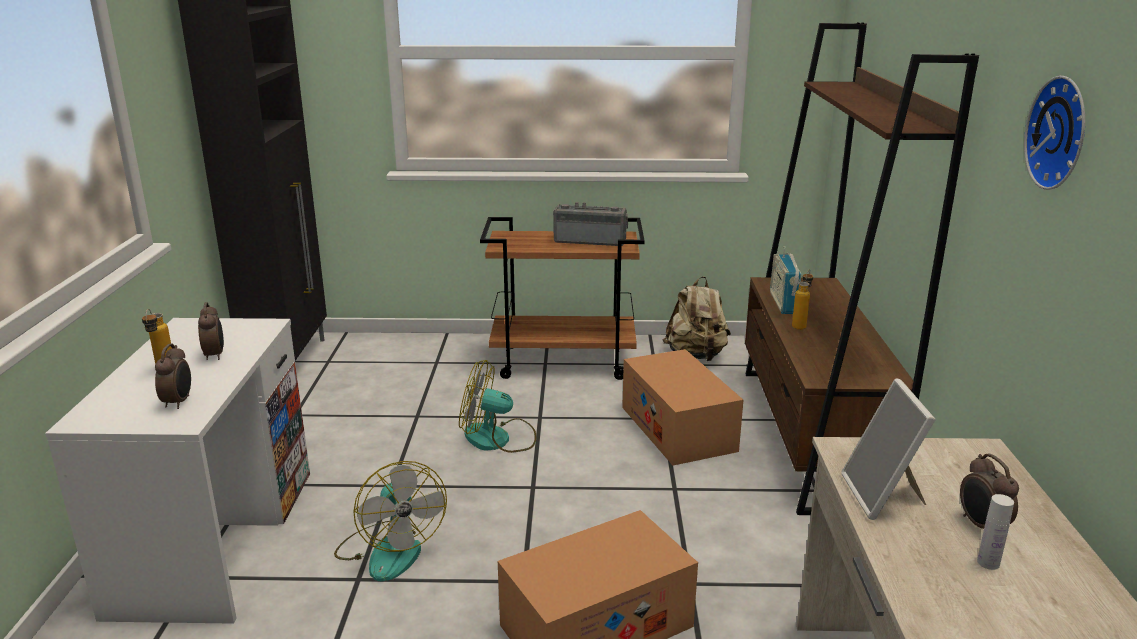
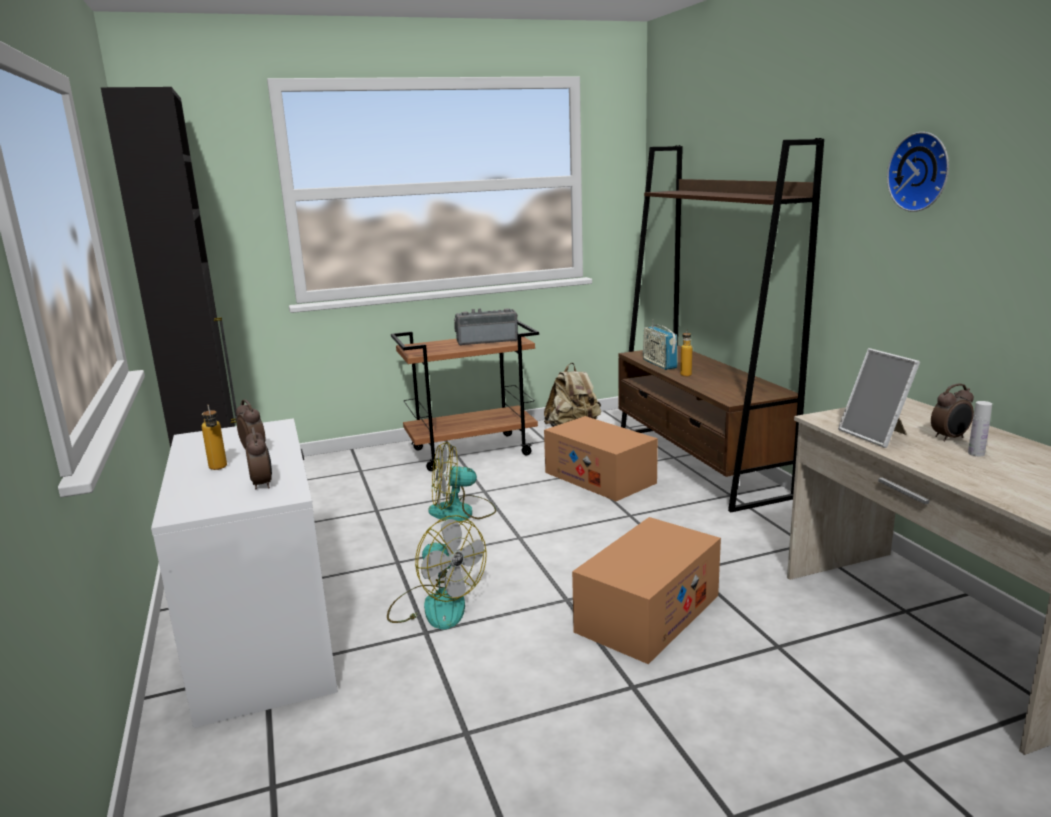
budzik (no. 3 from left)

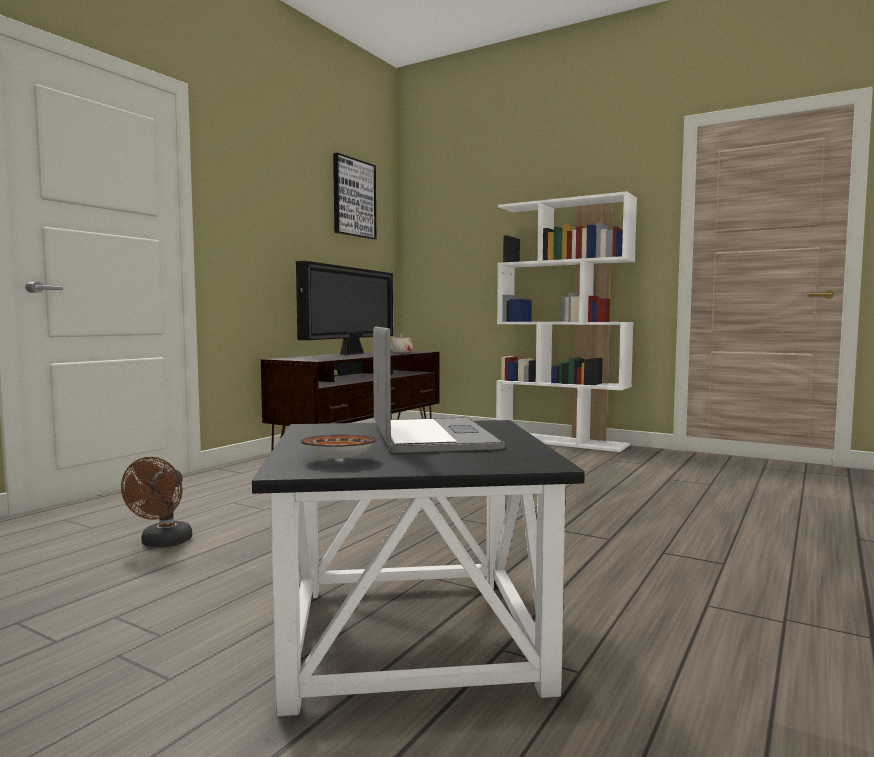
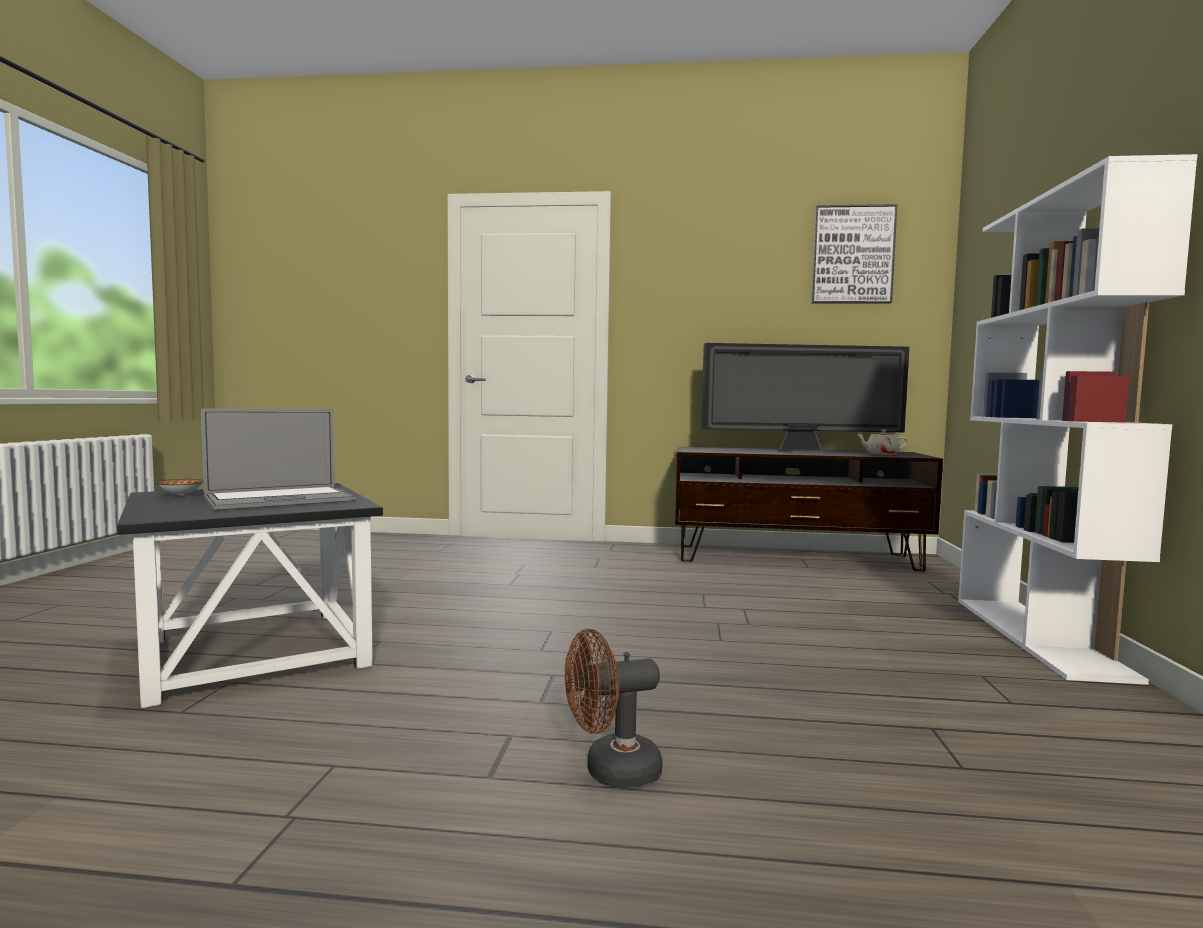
wentylator/brązowy

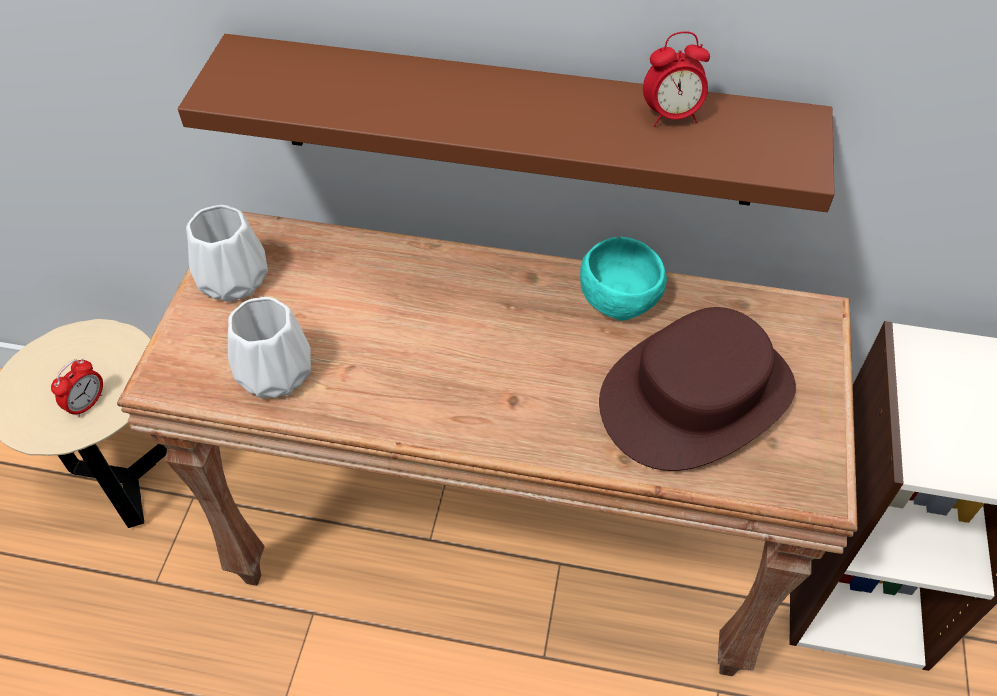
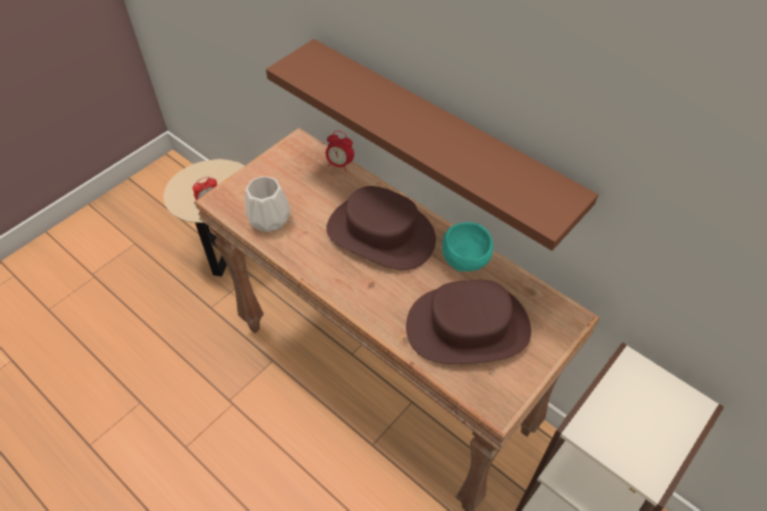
wazon/biały (no. 1 from left in the first image)
budzik (no. 2 from left)
kapelusz/brązowy (no. 1 from left)

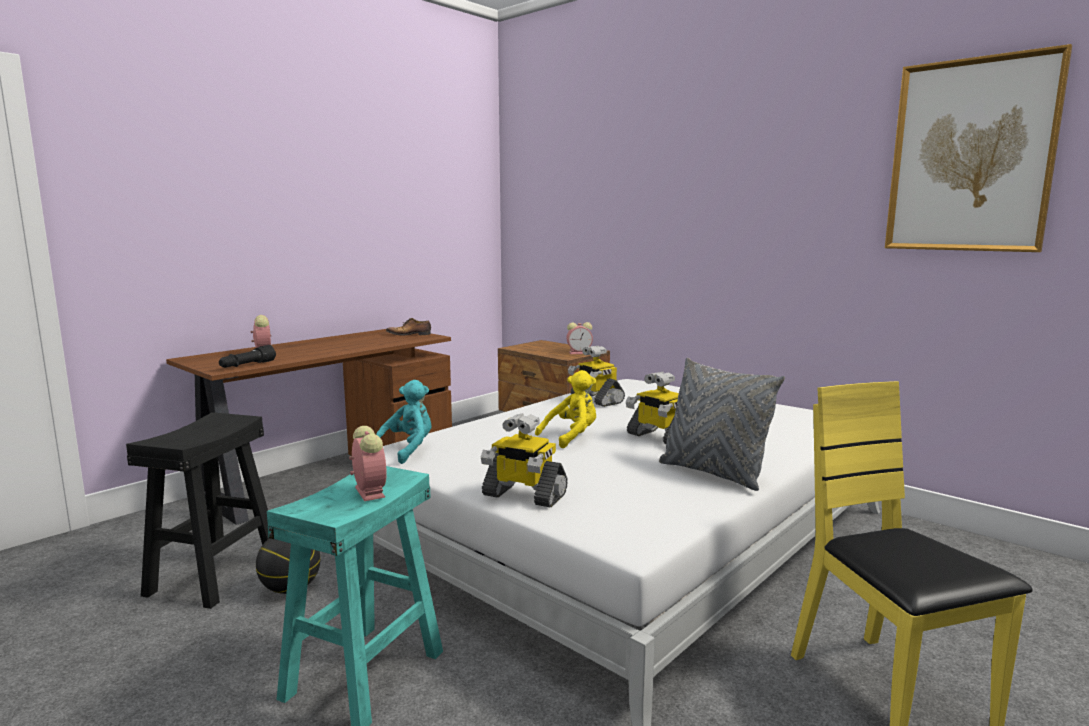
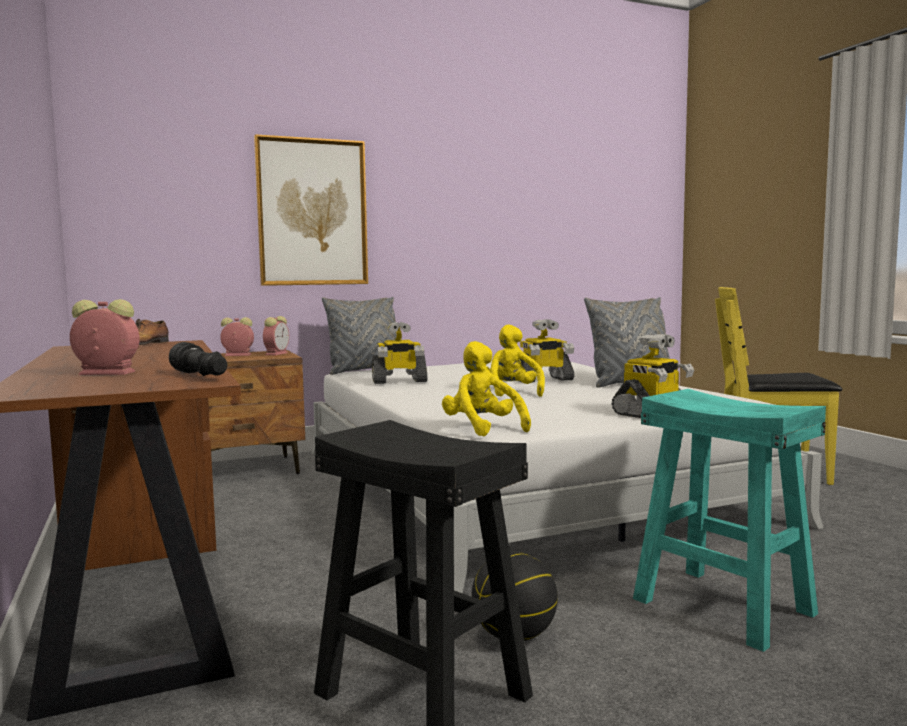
budzik (no. 2 from left)
pluszak/żółty (no. 1 from left)
obraz
poduszka/szary (no. 1 from left)

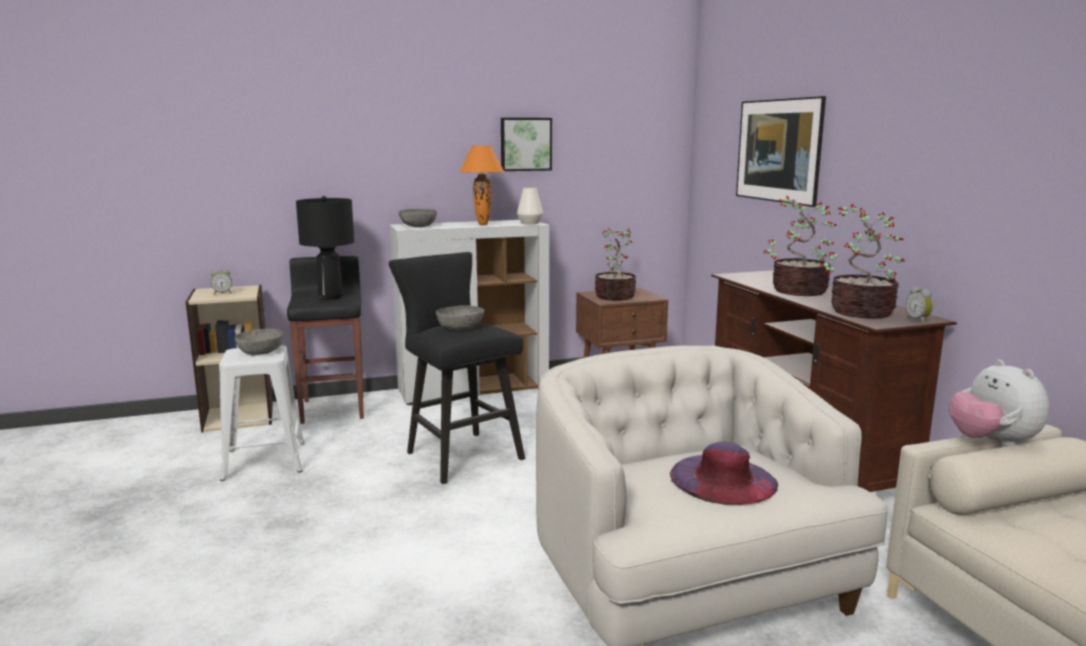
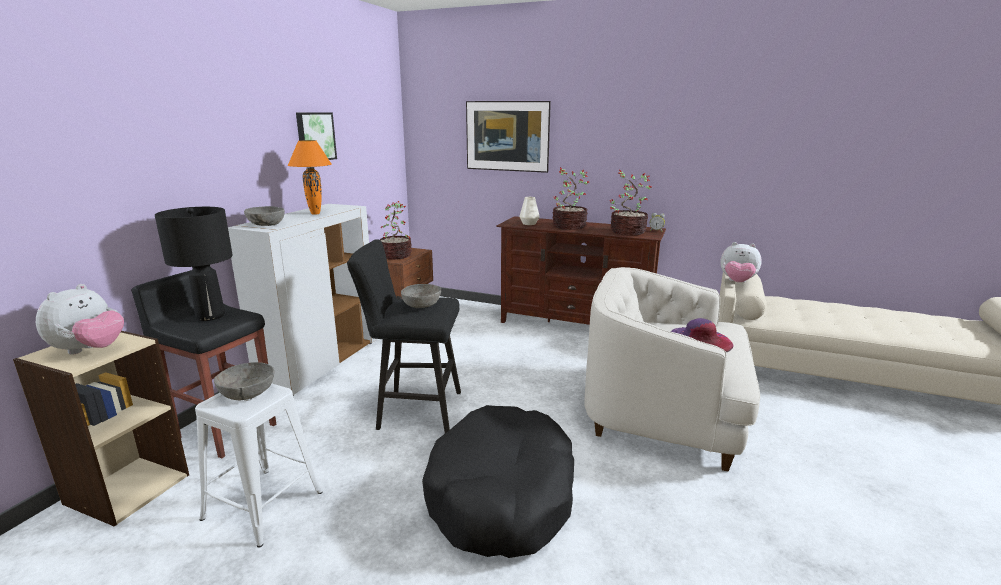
pluszak (no. 1 from left)
wazon/biały
legowisko/czarny

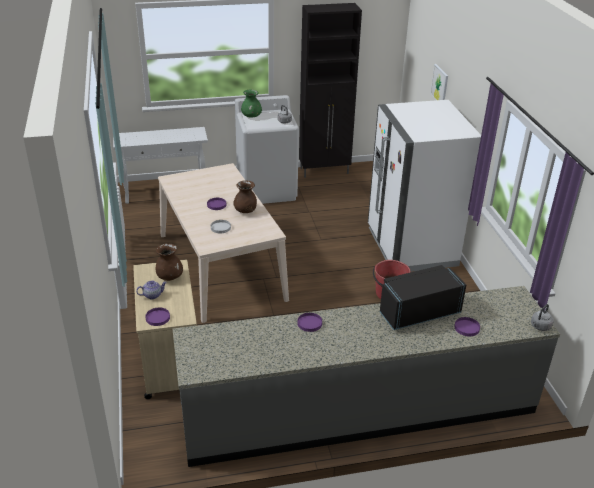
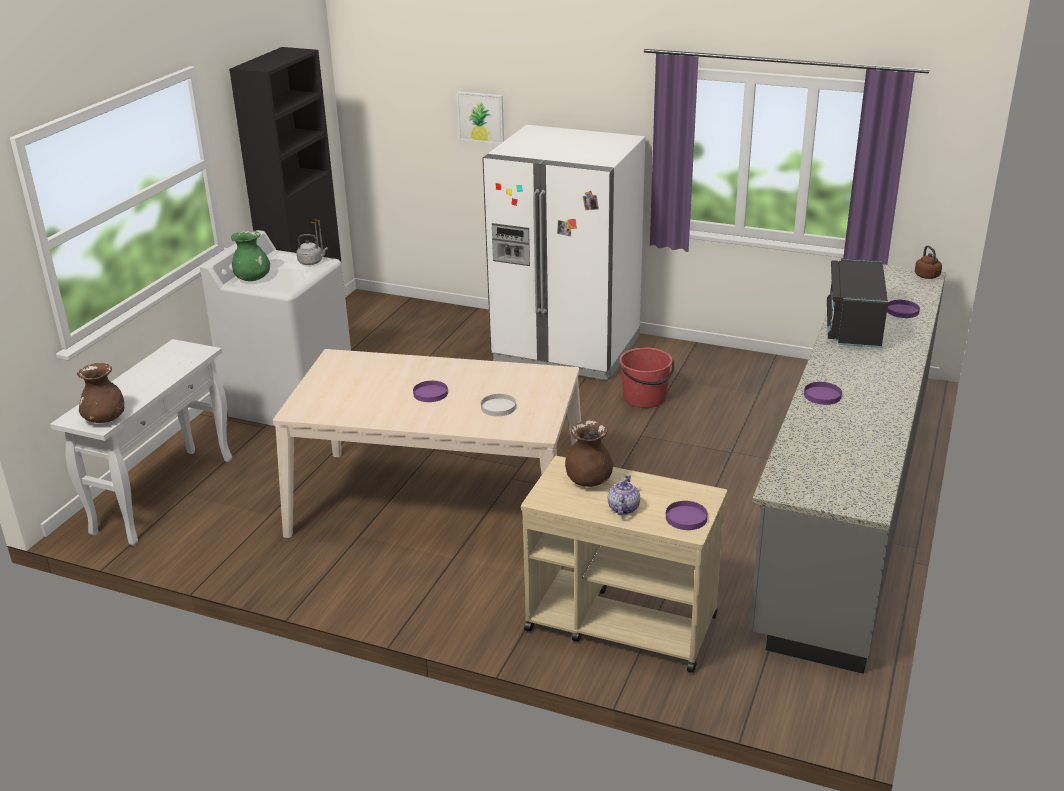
wazon/brązowy (no. 1 from left)
czajnik/brązowy

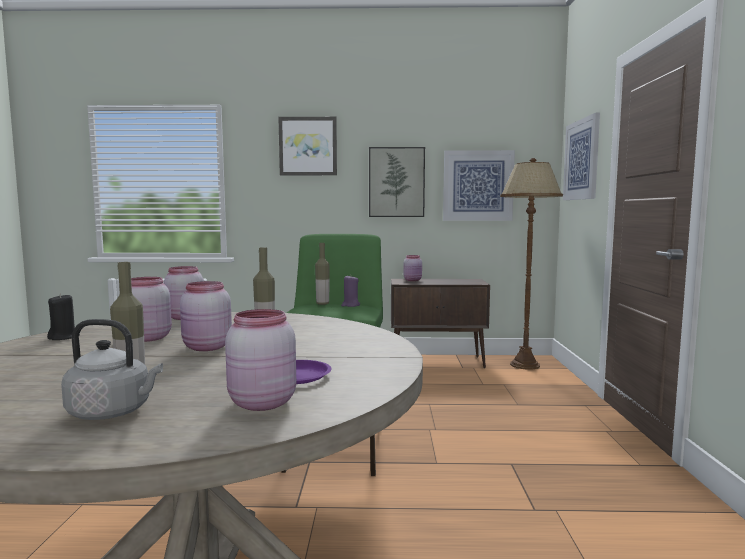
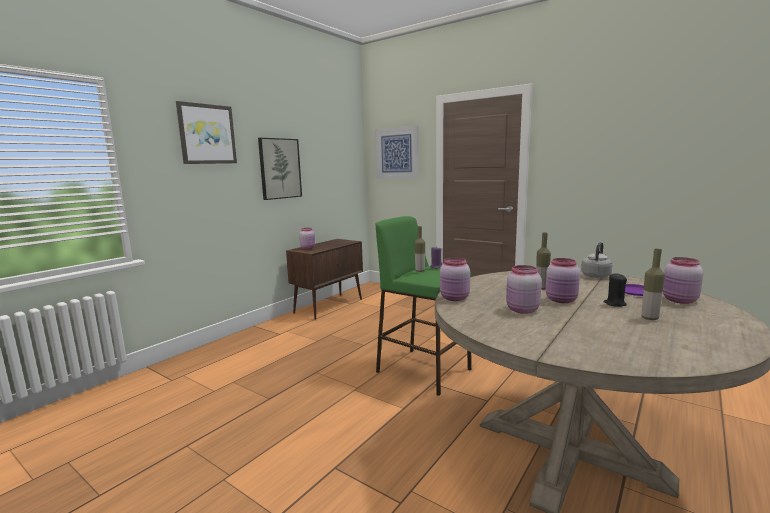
świeca/czarny
czajnik/szary
obraz (no. 3 from left in the first image)
lampa stojąca/brązowy

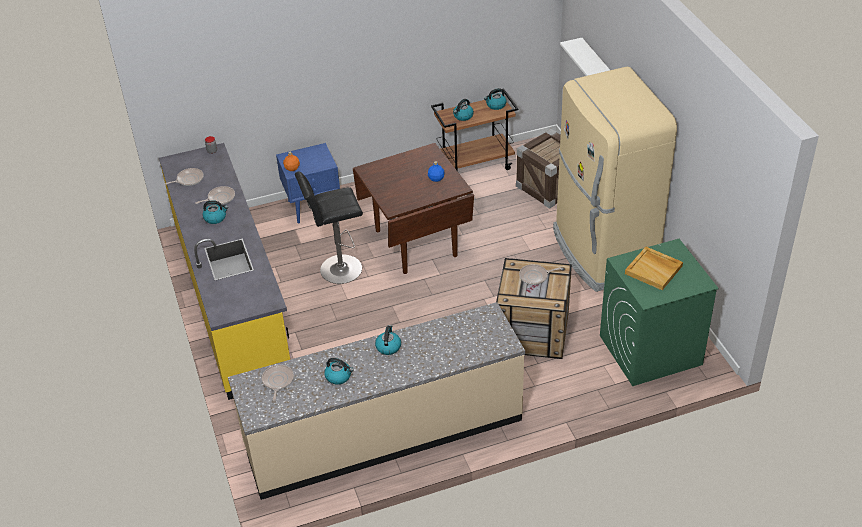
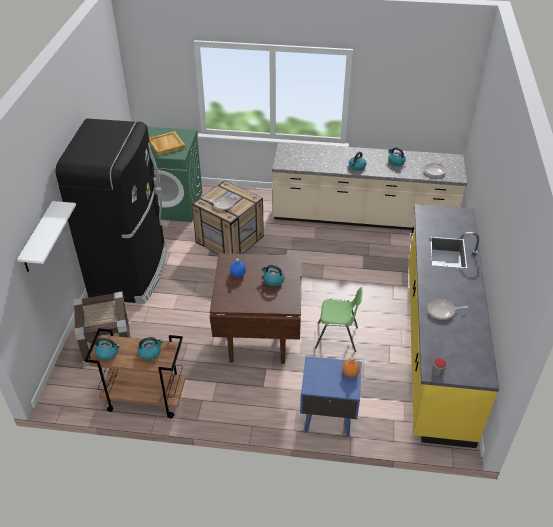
patelnia (no. 1 from left in the first image)
czajnik (no. 3 from left)
krzesło/zielony
lodówka/czarny

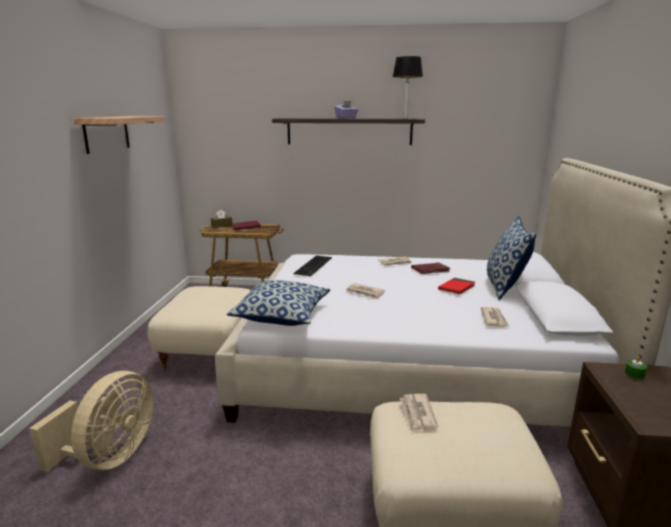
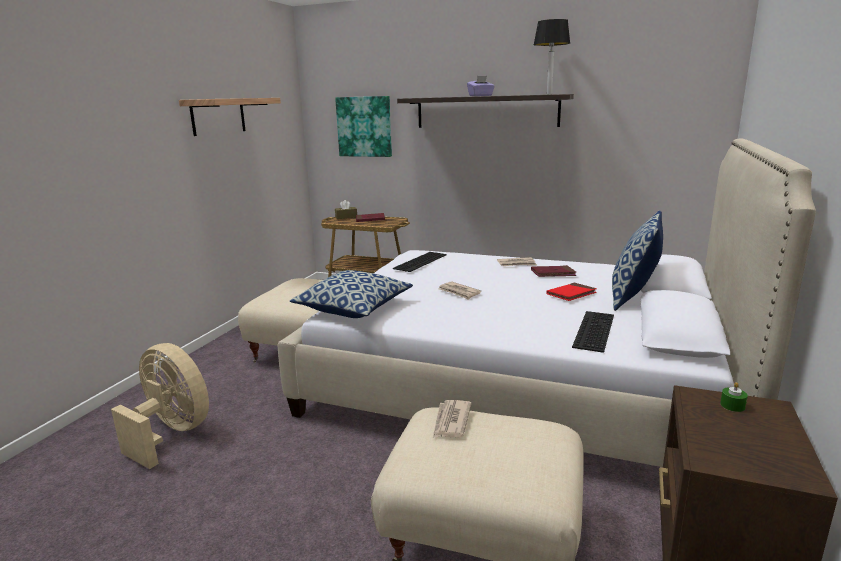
wentylator/beżowy
klawiatura (no. 2 from left)
obraz

